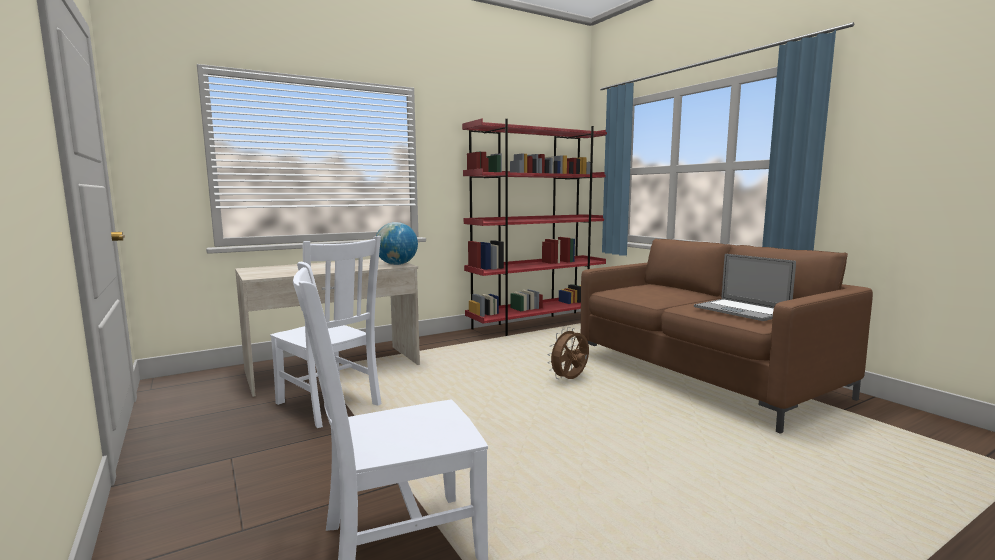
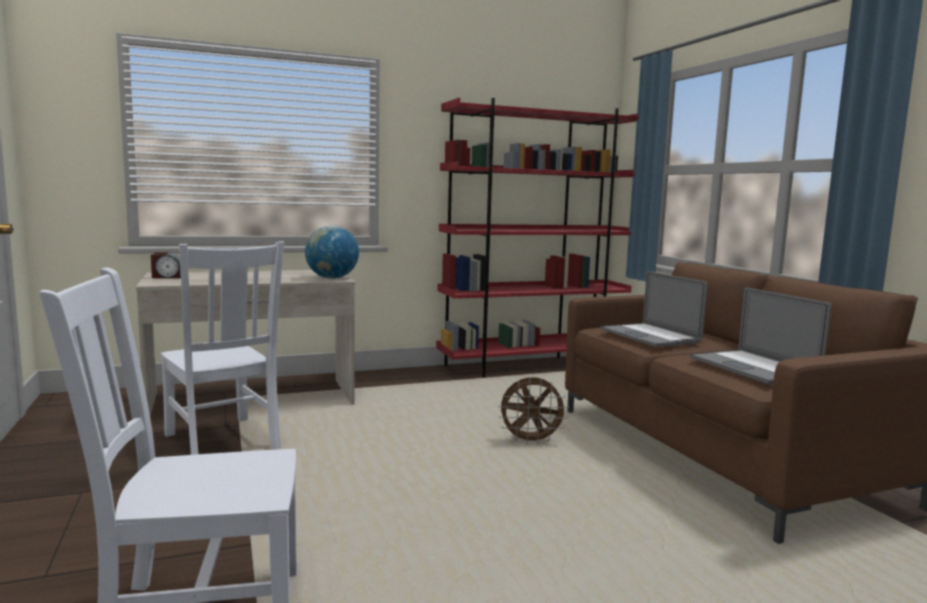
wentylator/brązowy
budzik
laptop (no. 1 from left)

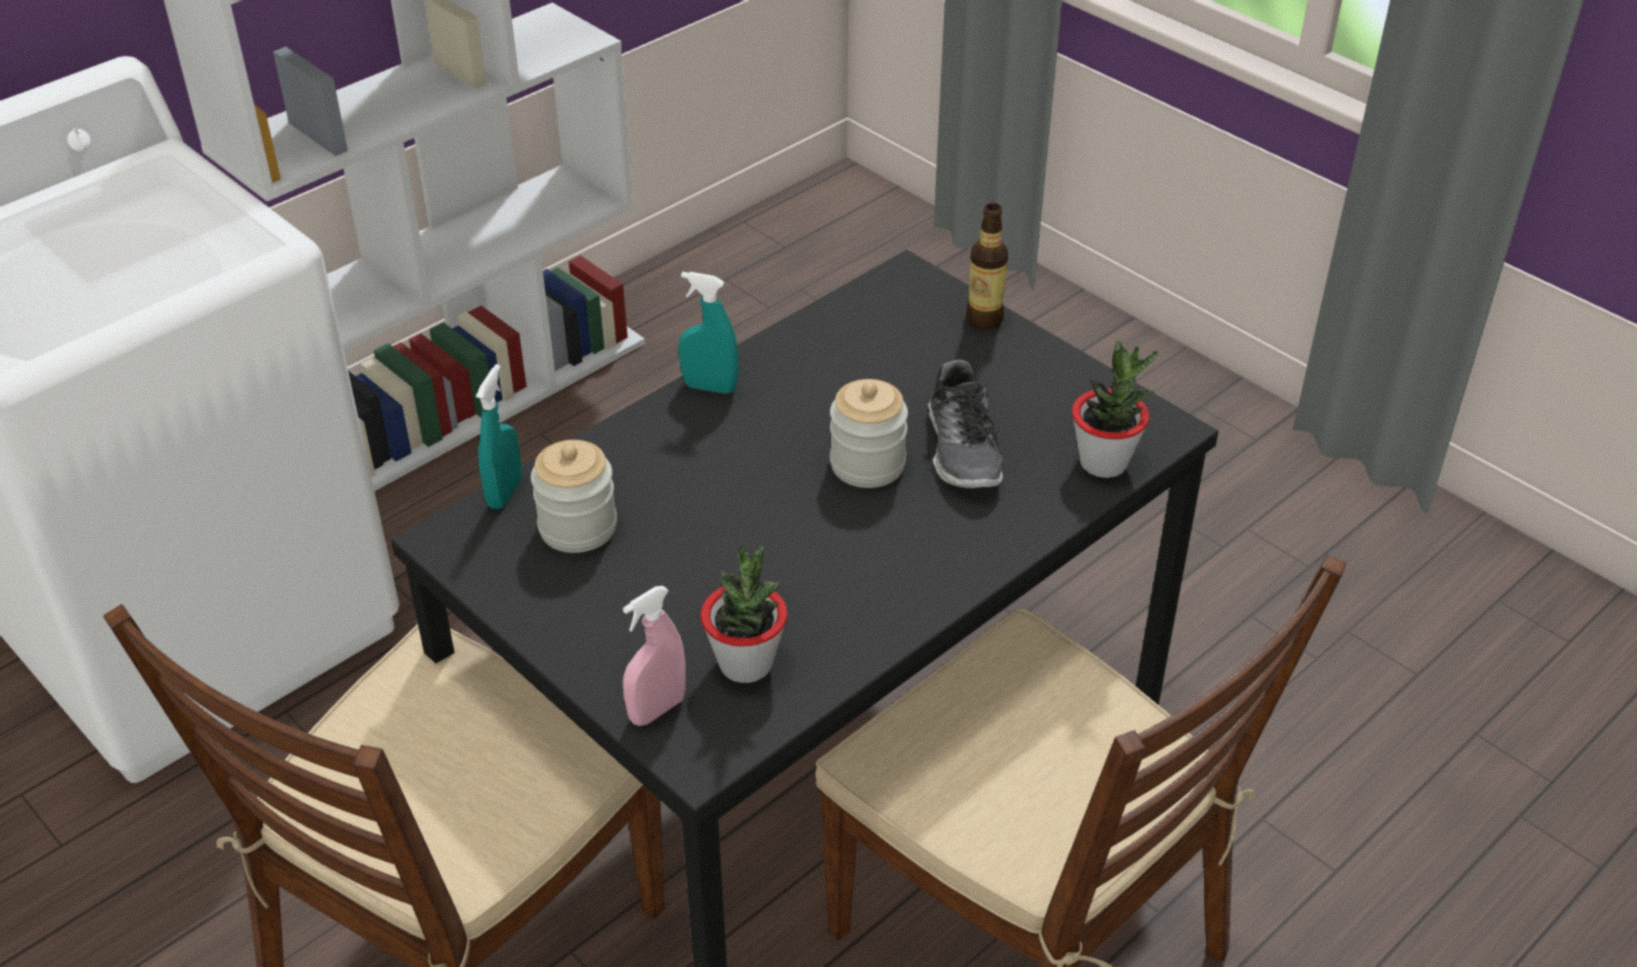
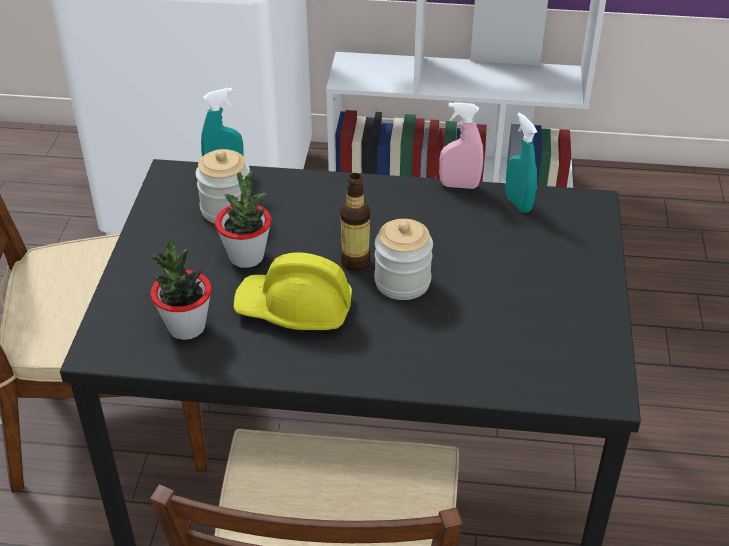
spryskiwacz/różowy
spryskiwacz/turkusowy (no. 2 from left)
but
butelka
roślina doniczkowa (no. 2 from left)
kask/żółty

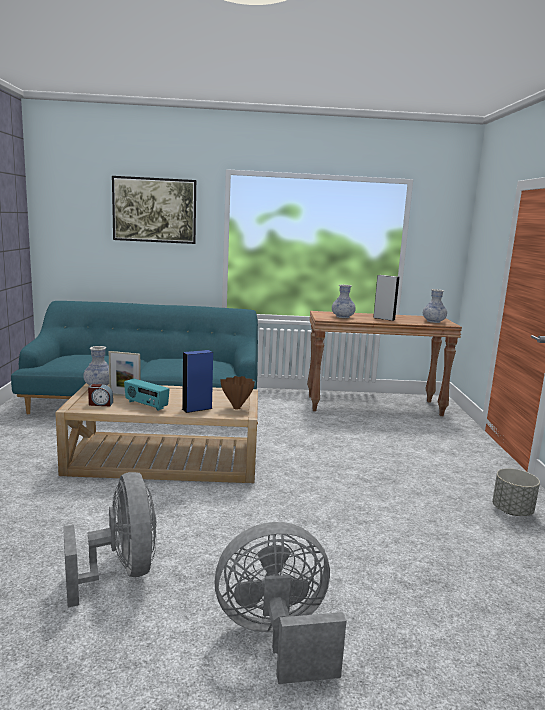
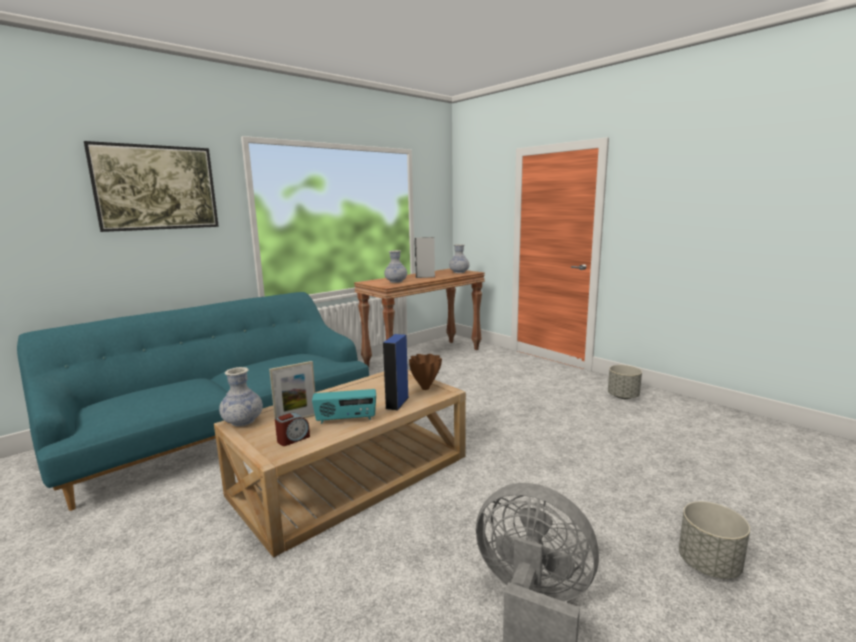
donica/szary (no. 2 from left)

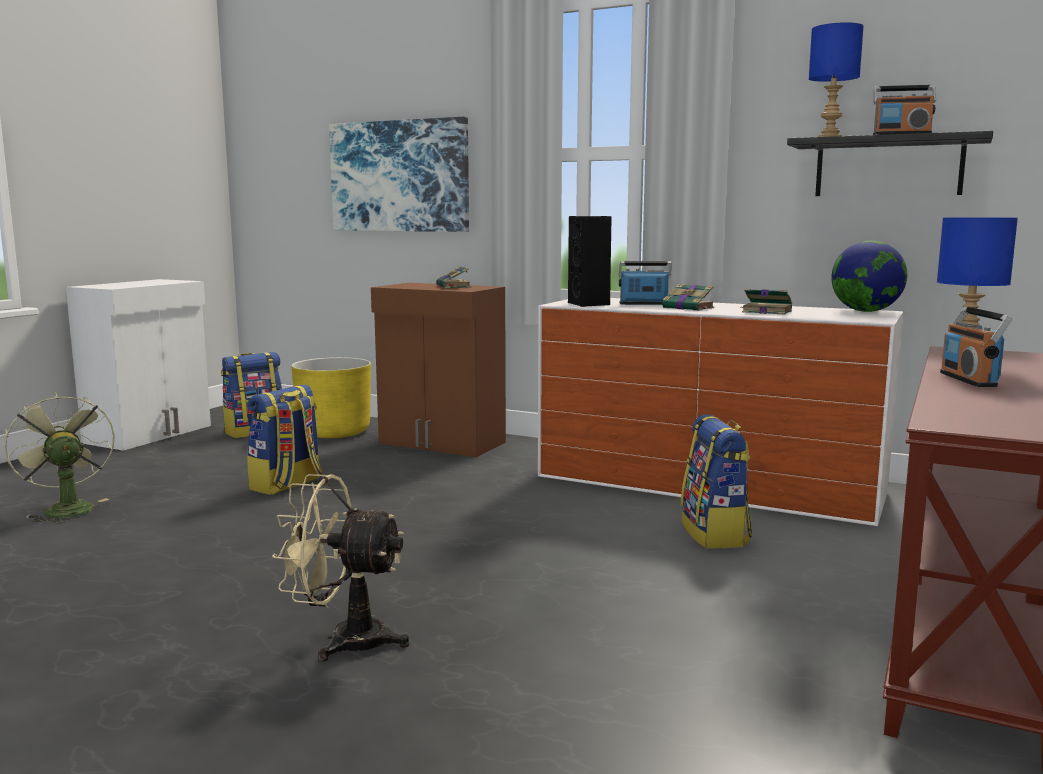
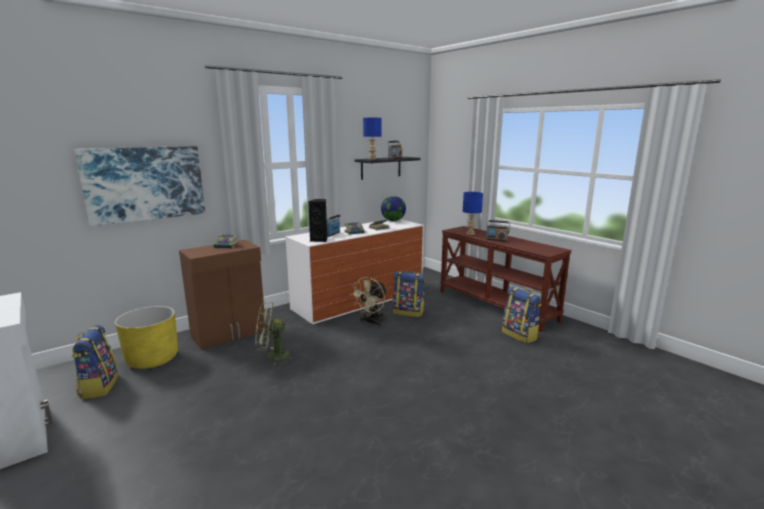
wentylator/zielony
plecak (no. 3 from left)
wentylator/beżowy

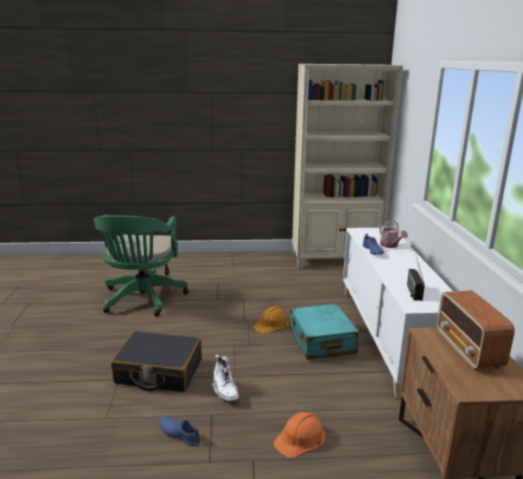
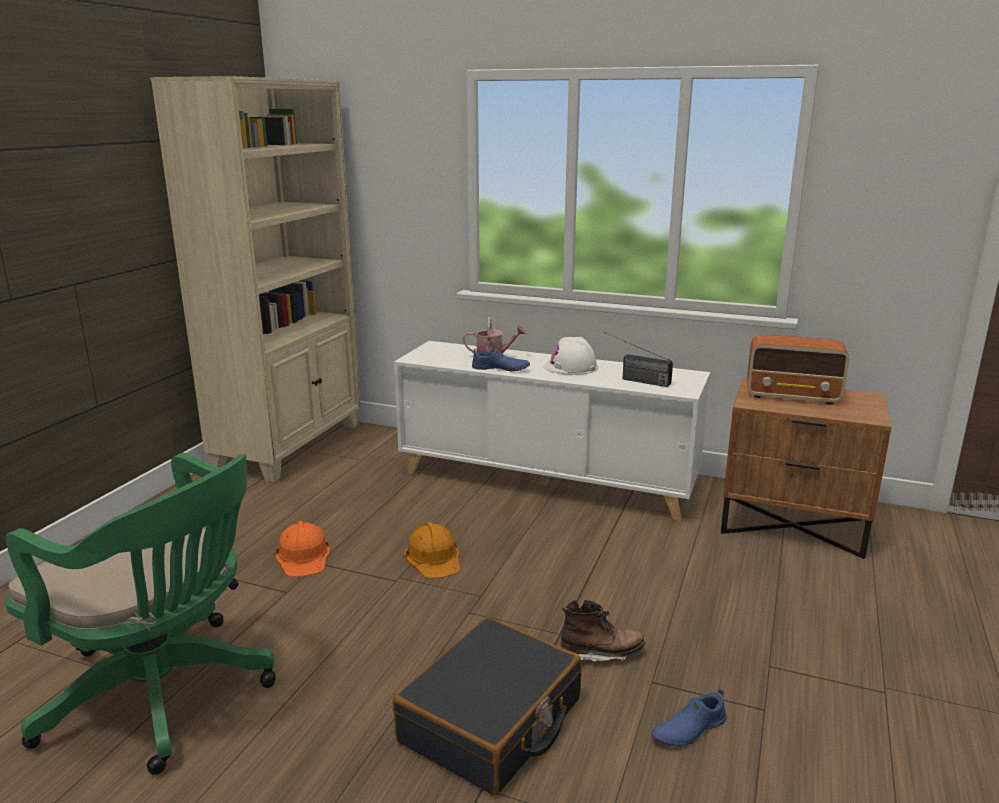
but z cholewką/brązowy
kask/pomarańczowy (no. 1 from left)
walizka/turkusowy
kask/biały

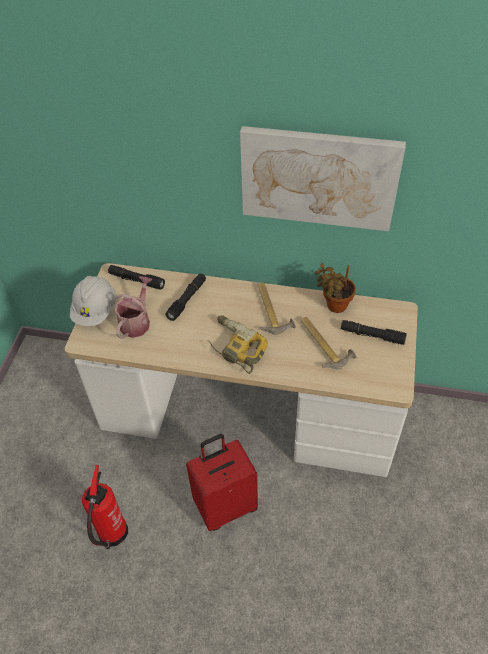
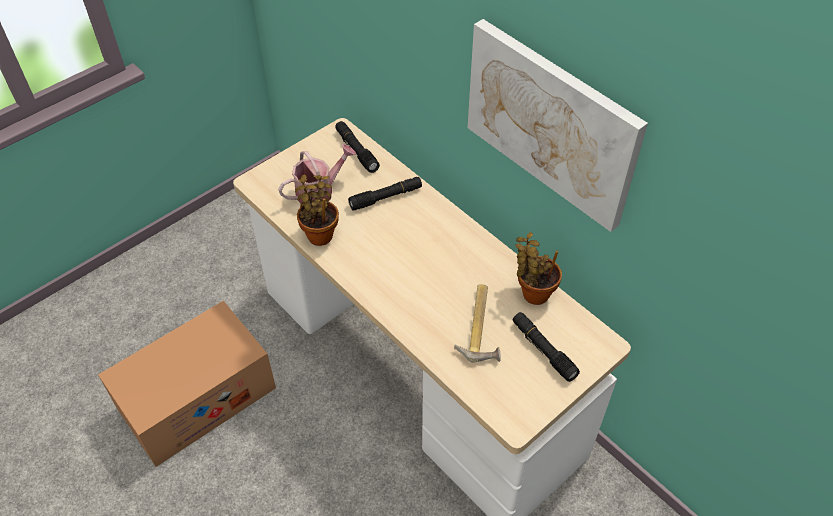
kask/biały
karton
walizka/czerwony
wiertarka
młotek (no. 1 from left in the first image)
roślina doniczkowa (no. 1 from left)

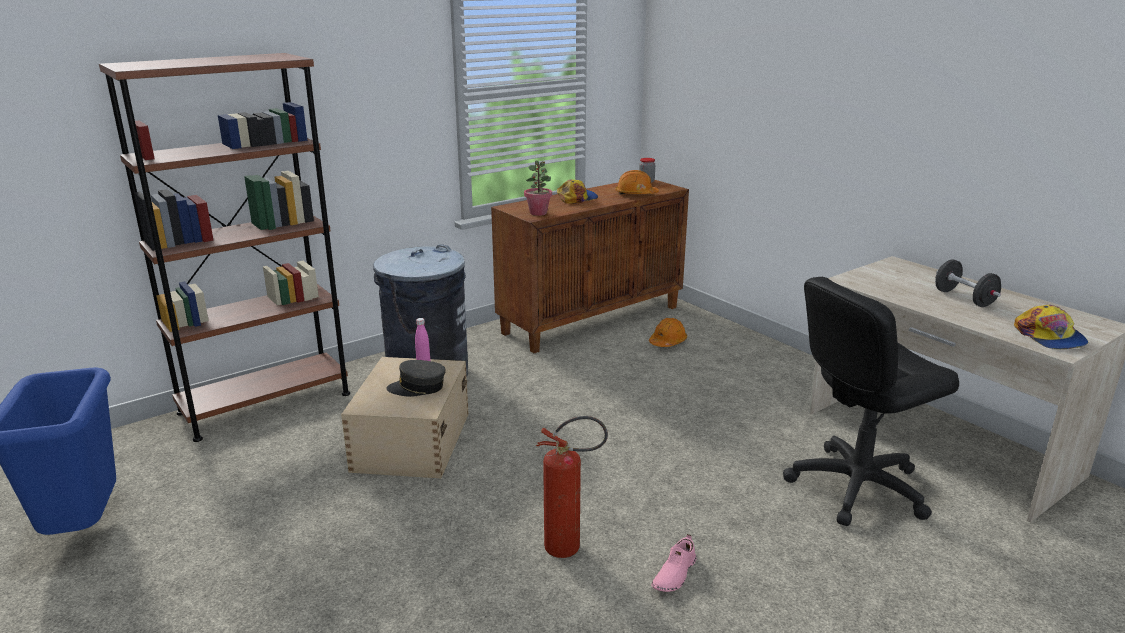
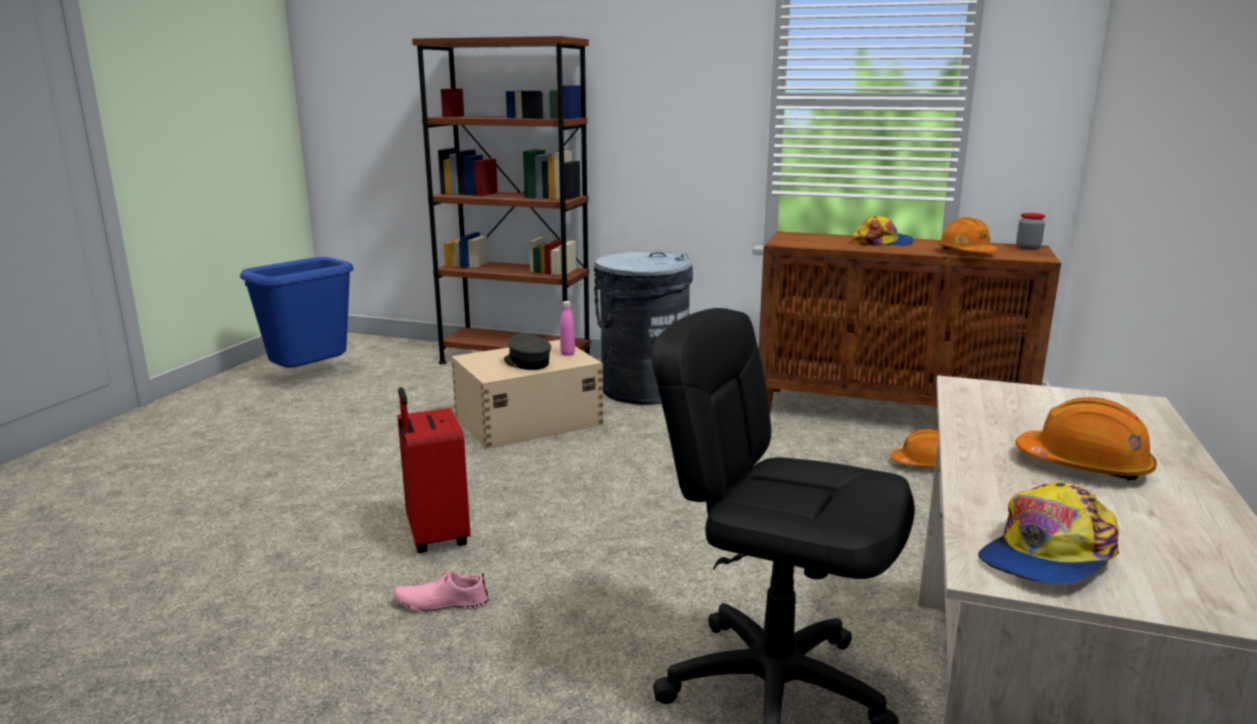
roślina doniczkowa
walizka/czerwony
kask/pomarańczowy (no. 3 from left)

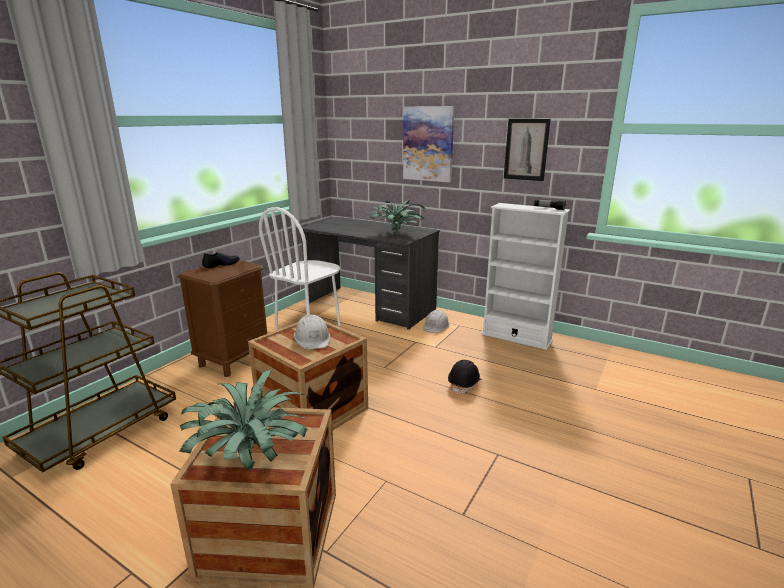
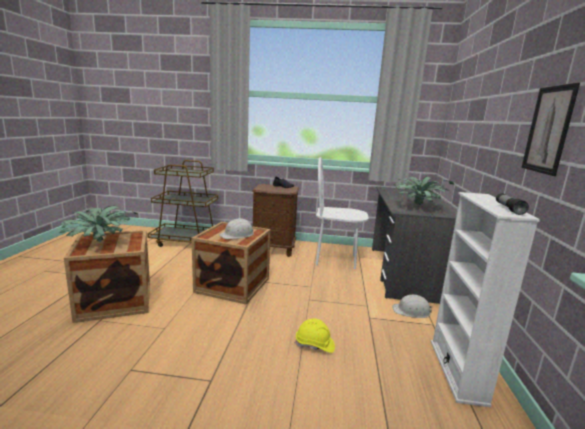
obraz (no. 1 from left in the first image)
kask/żółty

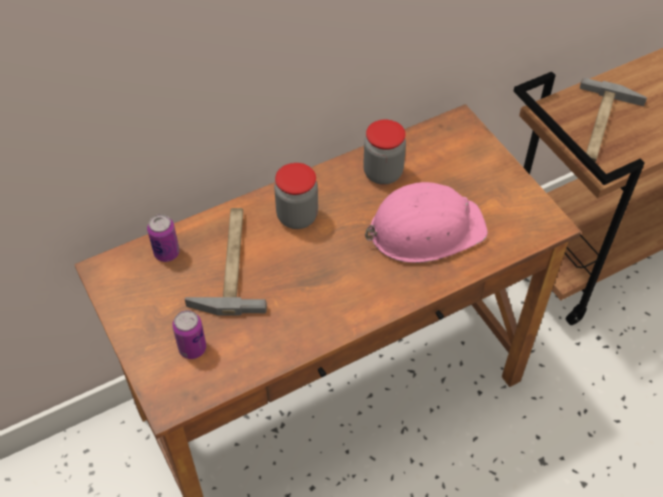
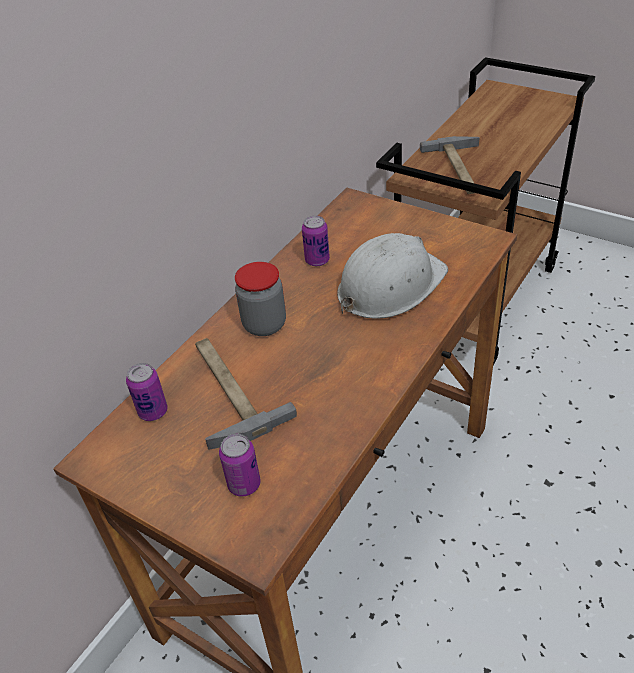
puszka (no. 3 from left)
kask/biały

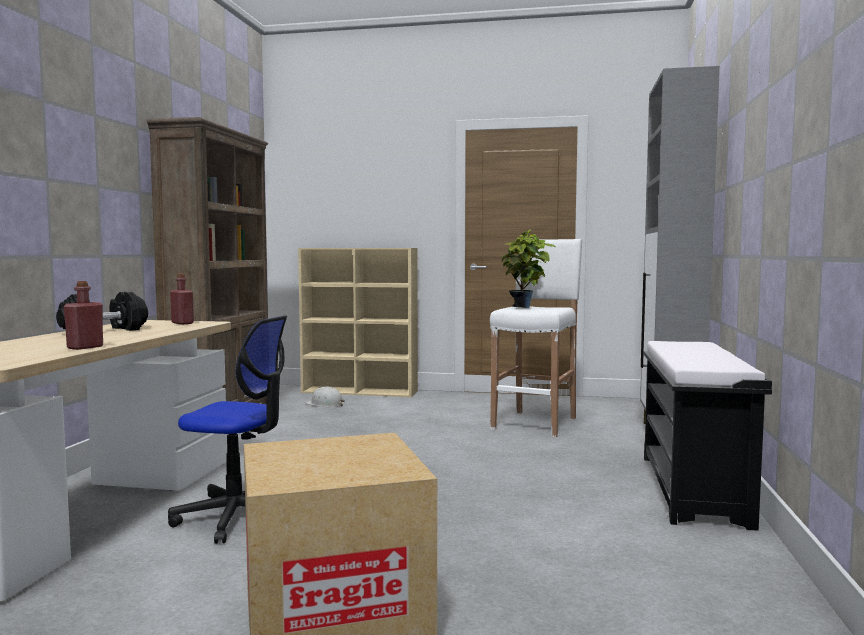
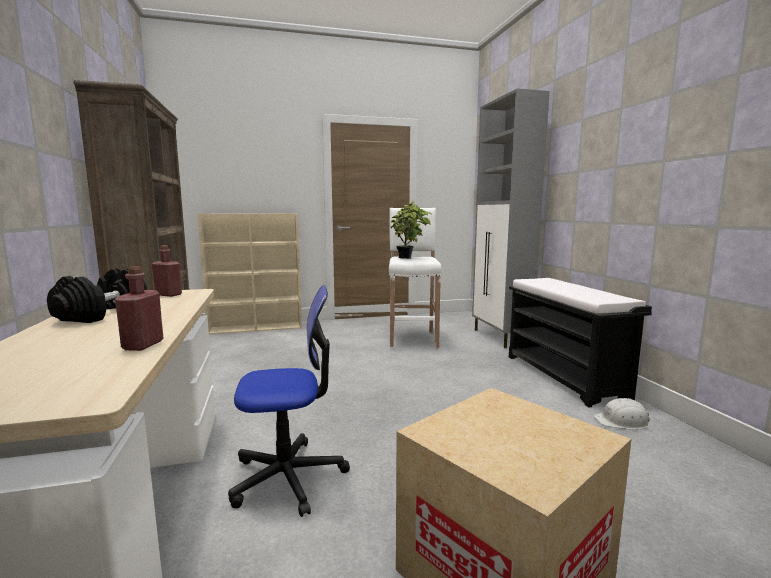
kask/biały

